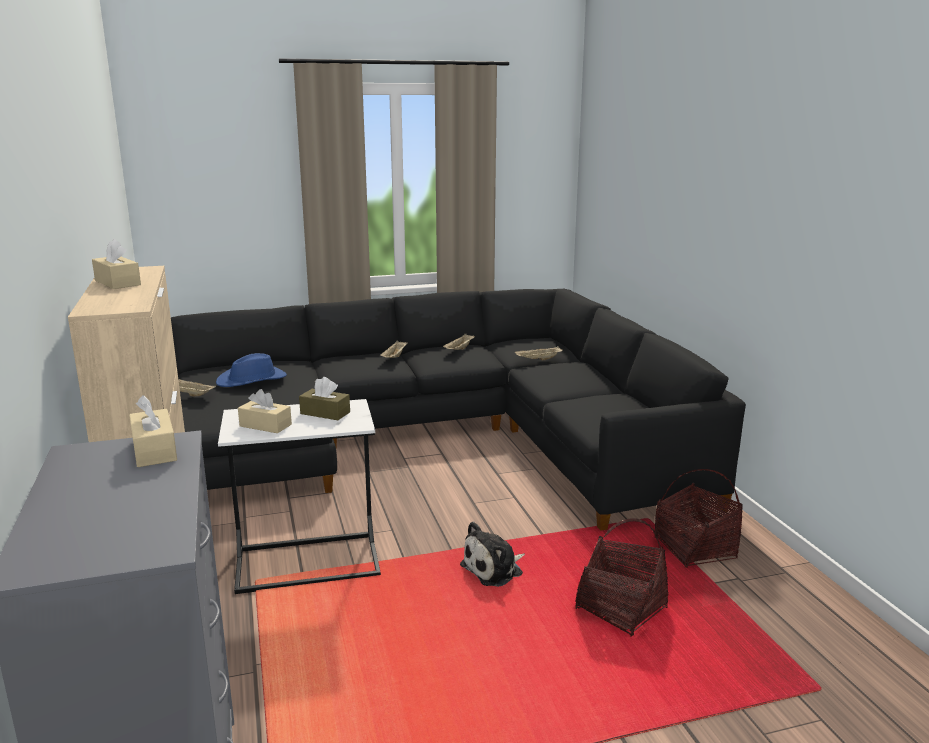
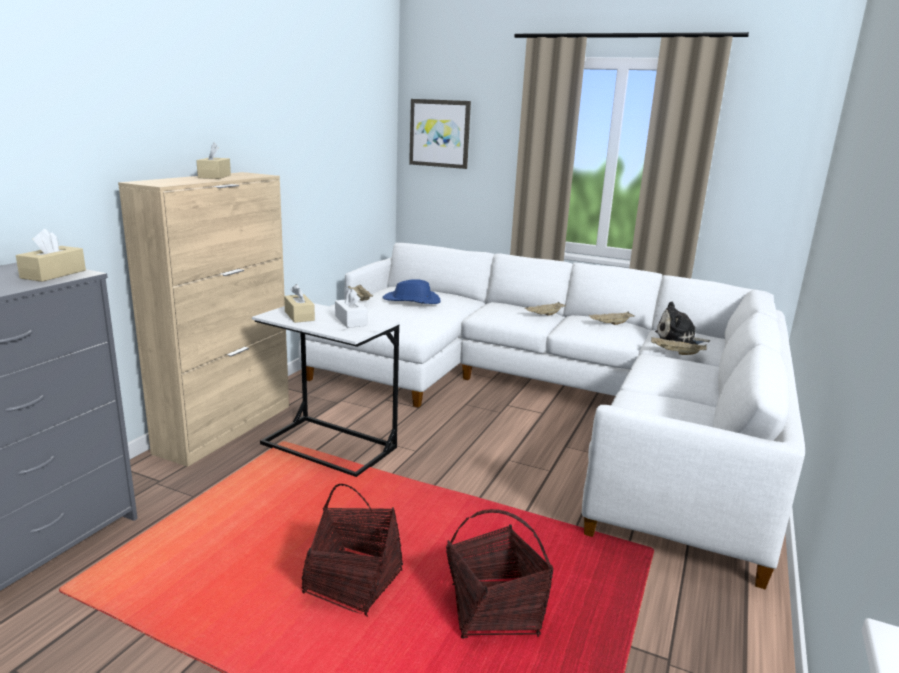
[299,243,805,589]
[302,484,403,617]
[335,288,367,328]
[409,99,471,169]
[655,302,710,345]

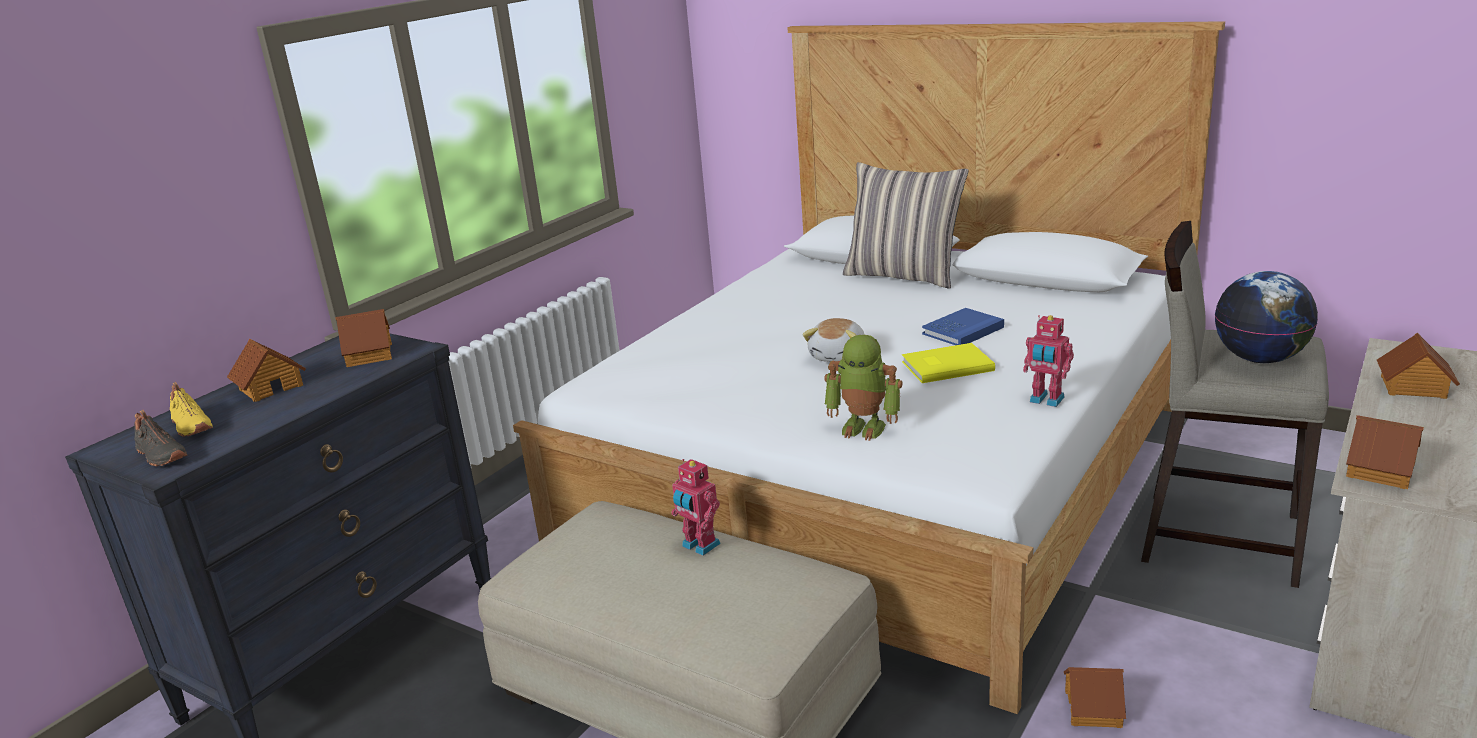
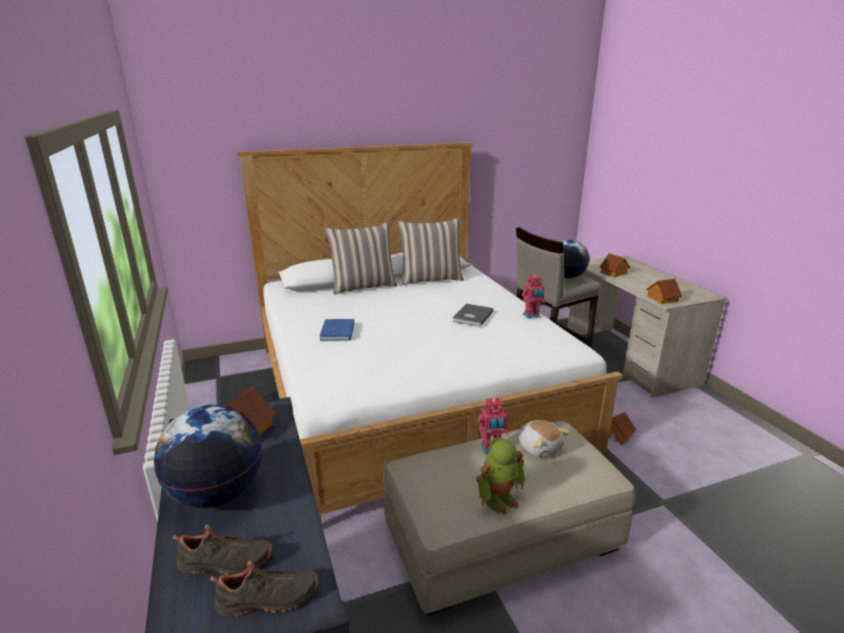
[154,405,262,508]
[172,525,272,575]
[320,319,354,341]
[397,218,464,285]
[452,304,494,327]
[476,437,526,515]
[518,420,570,458]

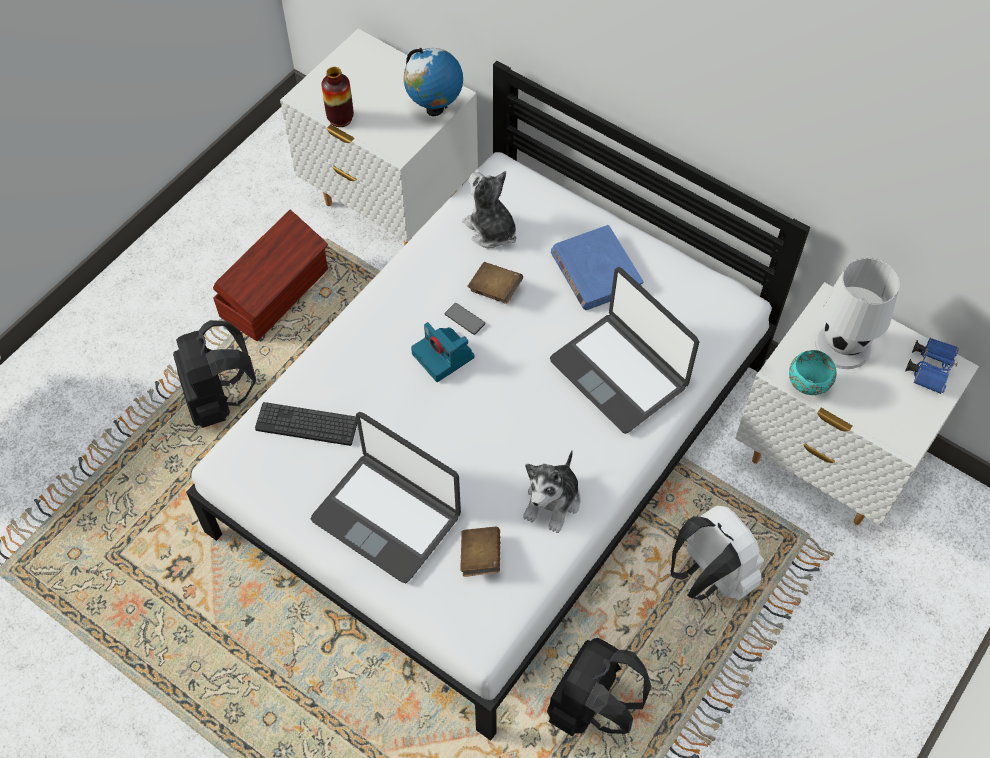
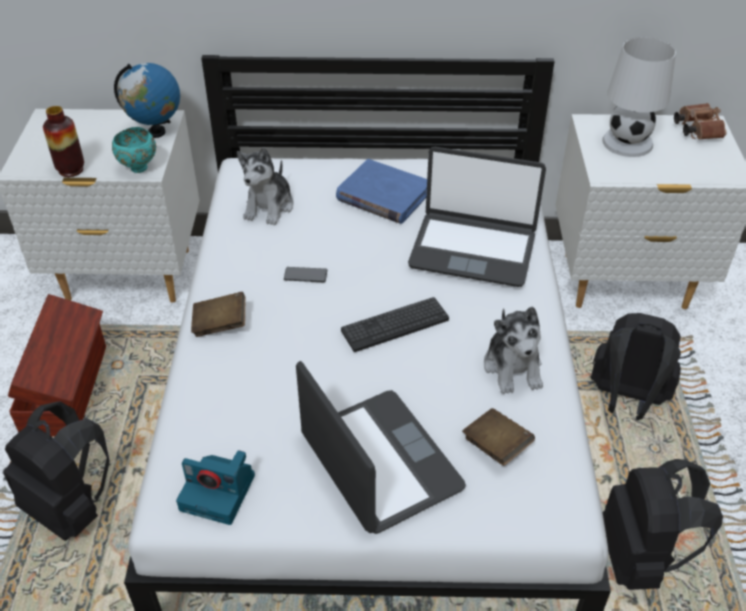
[112,127,156,173]
[176,450,255,525]
[191,292,245,337]
[237,147,294,225]
[296,361,466,534]
[341,297,449,352]
[591,313,681,420]
[674,103,726,140]

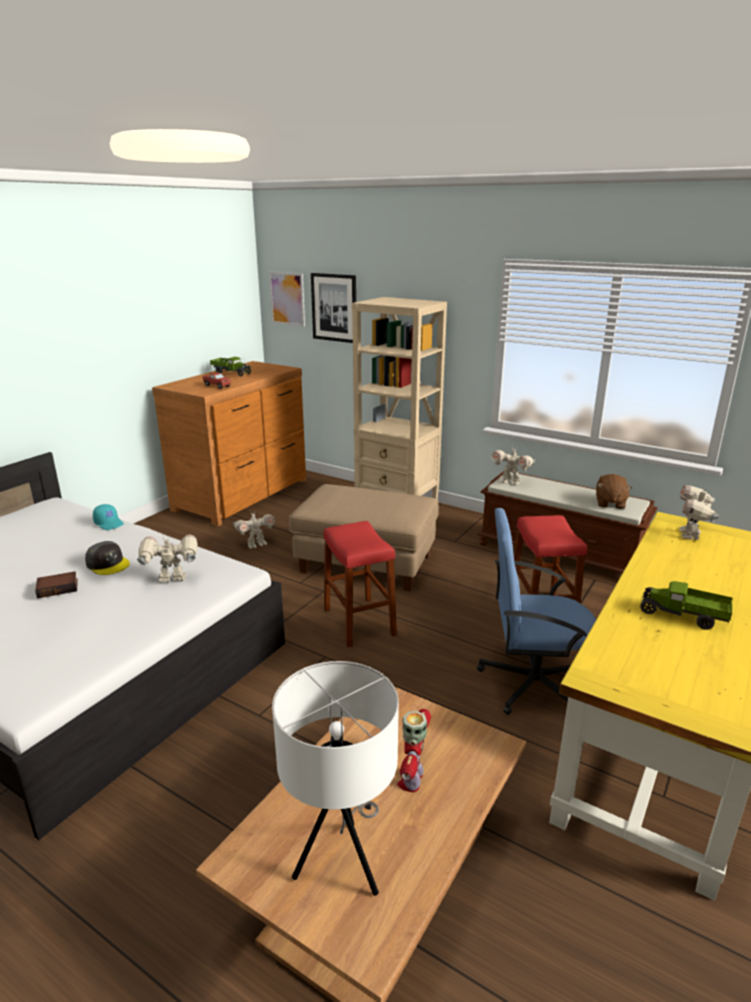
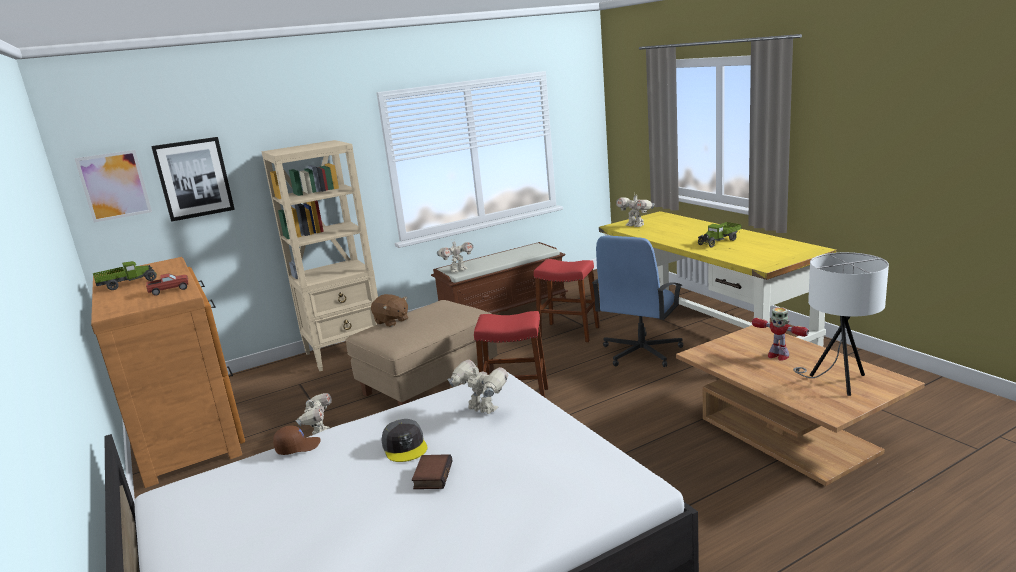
[273,426,321,455]
[371,294,408,327]
[381,419,428,462]
[447,360,508,414]

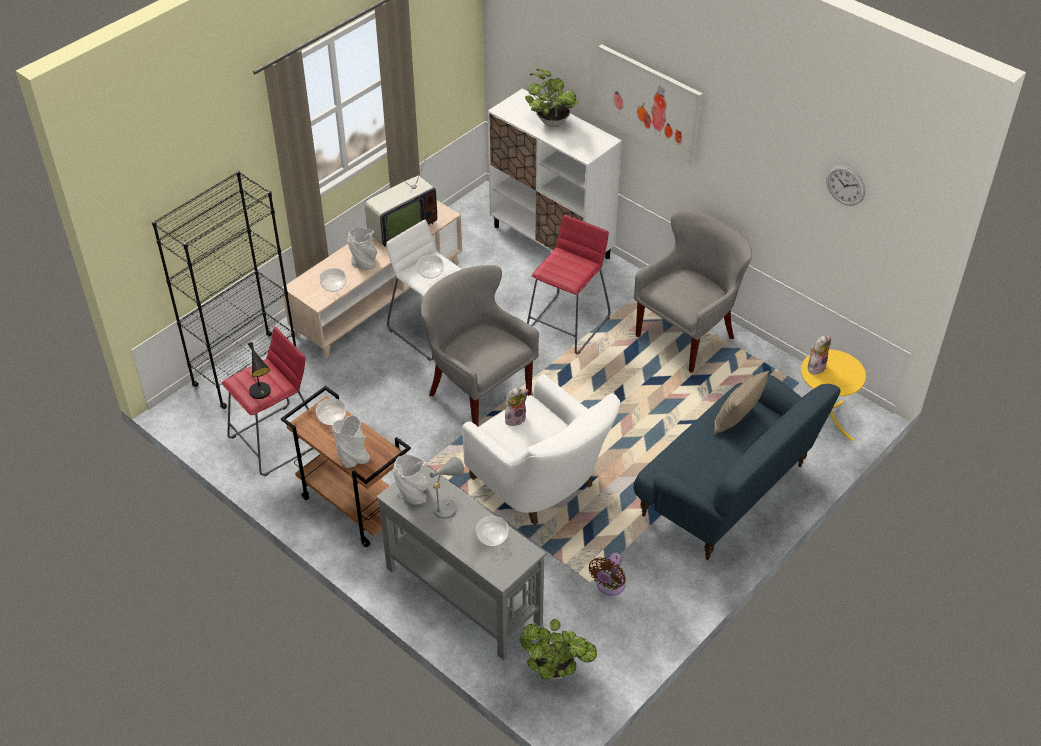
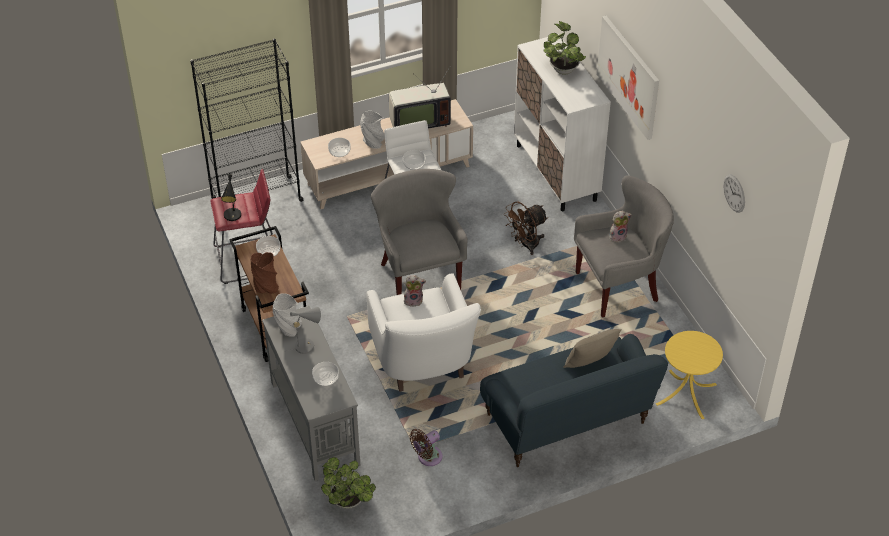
[251,252,279,294]
[504,201,548,255]
[609,211,632,242]

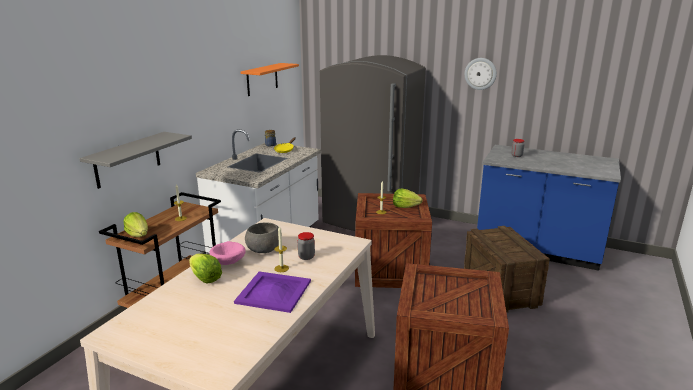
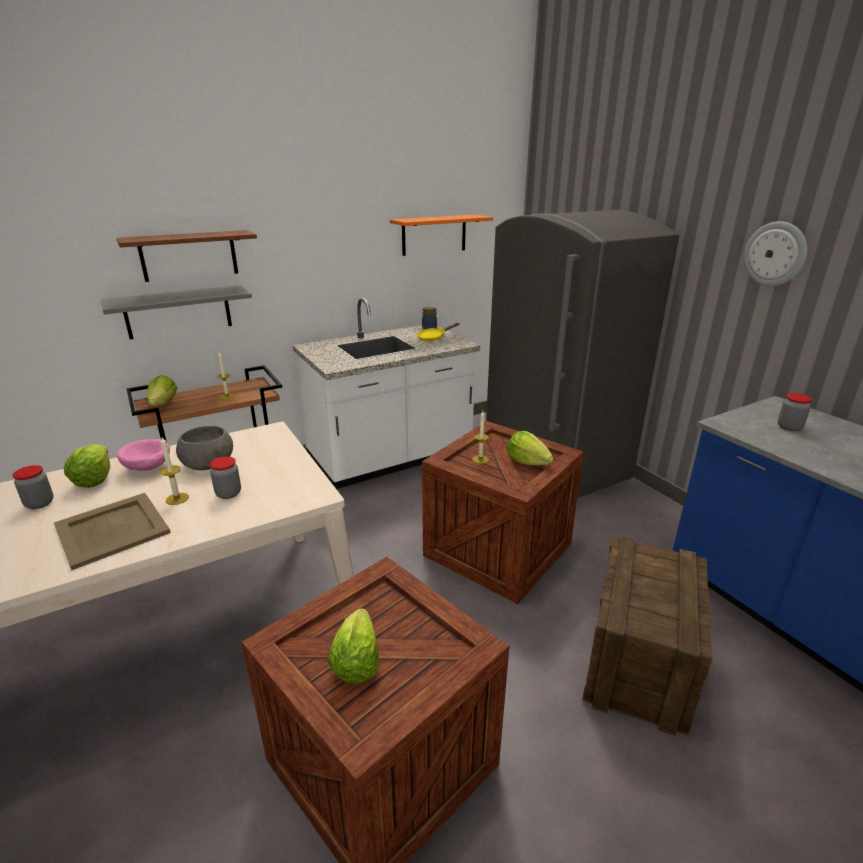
[12,465,53,509]
[54,493,171,570]
[116,230,257,282]
[328,608,379,684]

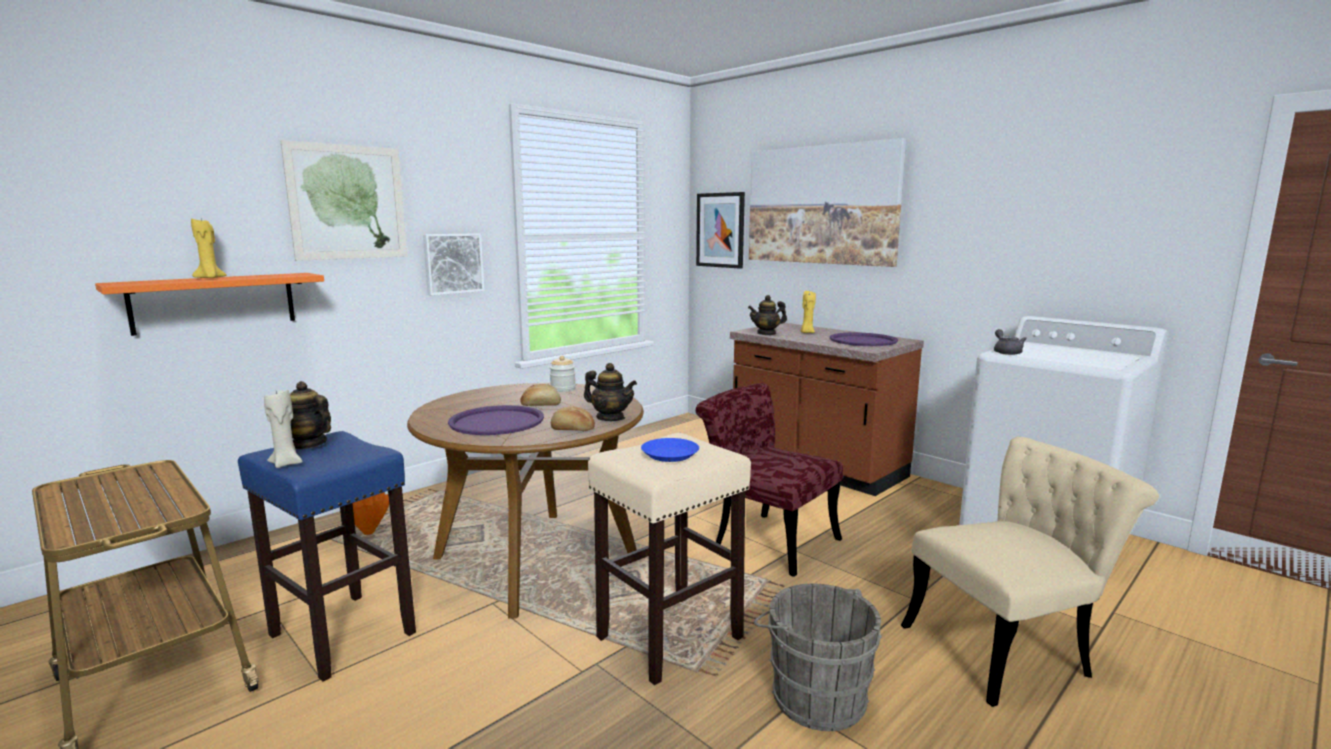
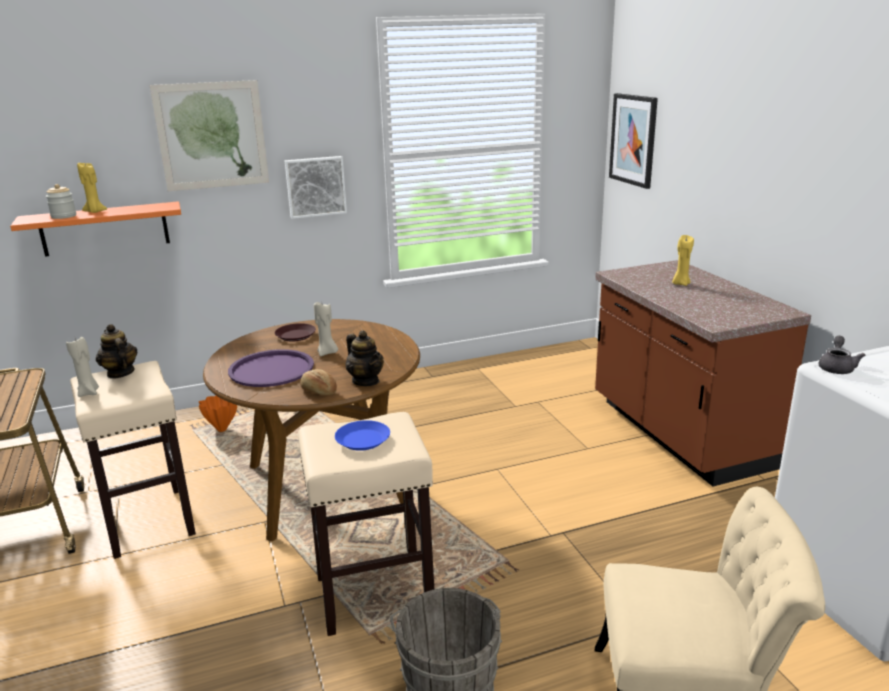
[46,184,76,219]
[70,361,196,559]
[275,323,316,341]
[314,302,338,356]
[696,383,843,577] (first image)
[748,295,787,335] (first image)
[749,138,906,267] (first image)
[830,332,898,346] (first image)

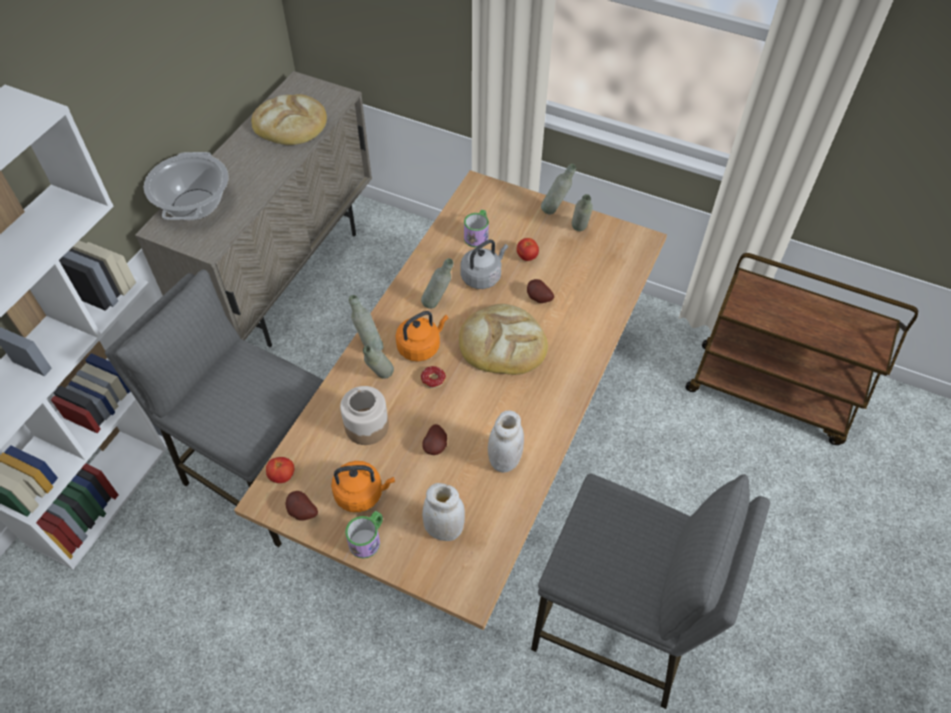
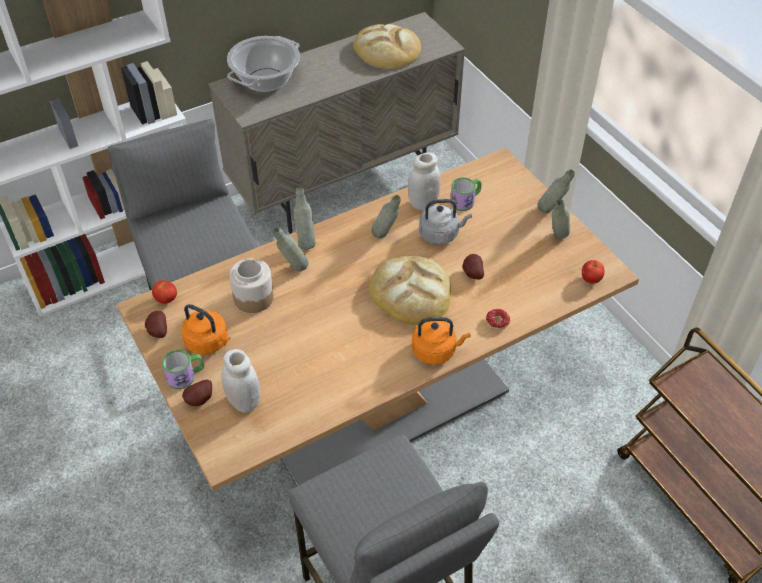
[182,380,212,406]
[408,152,441,210]
[412,317,471,365]
[486,309,510,330]
[582,260,604,284]

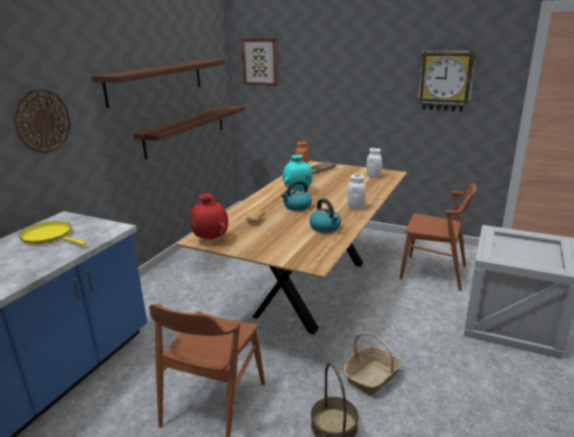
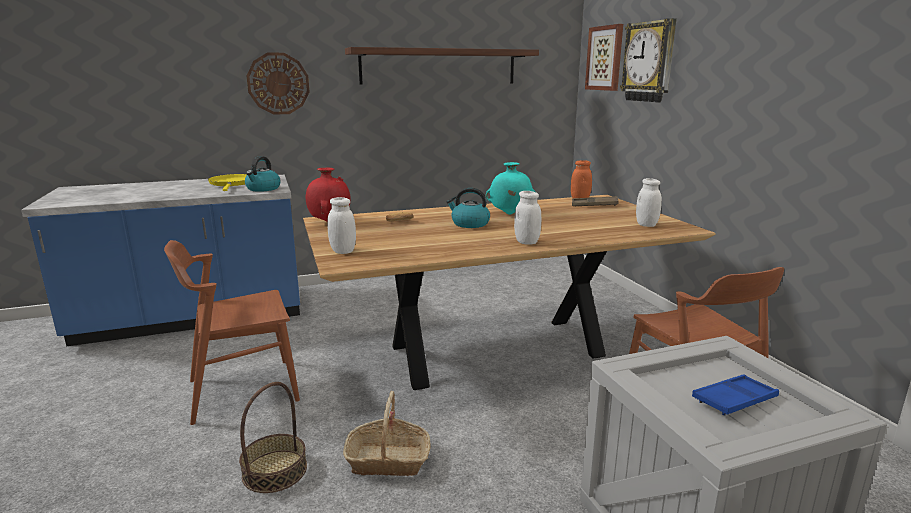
[245,156,281,192]
[327,197,356,254]
[620,18,676,102]
[692,374,779,415]
[134,105,245,160] (first image)

